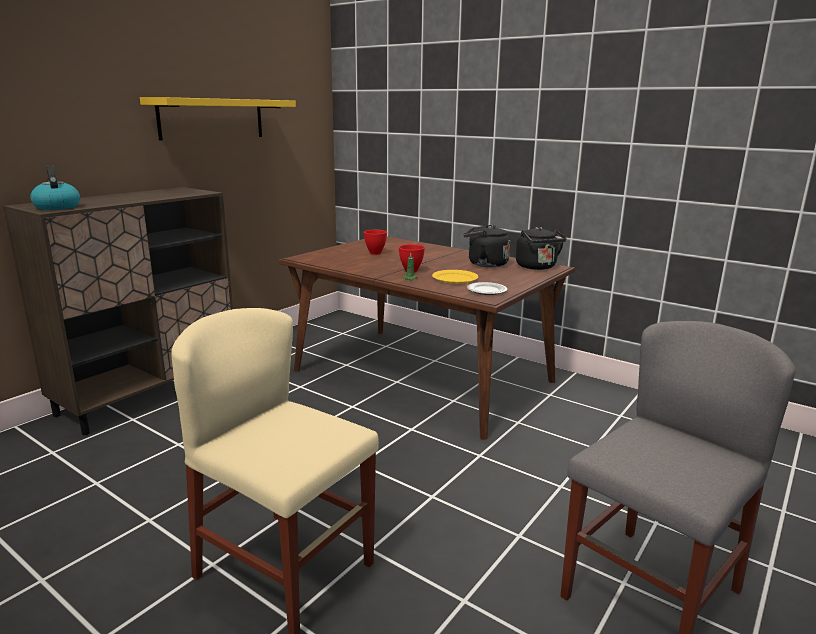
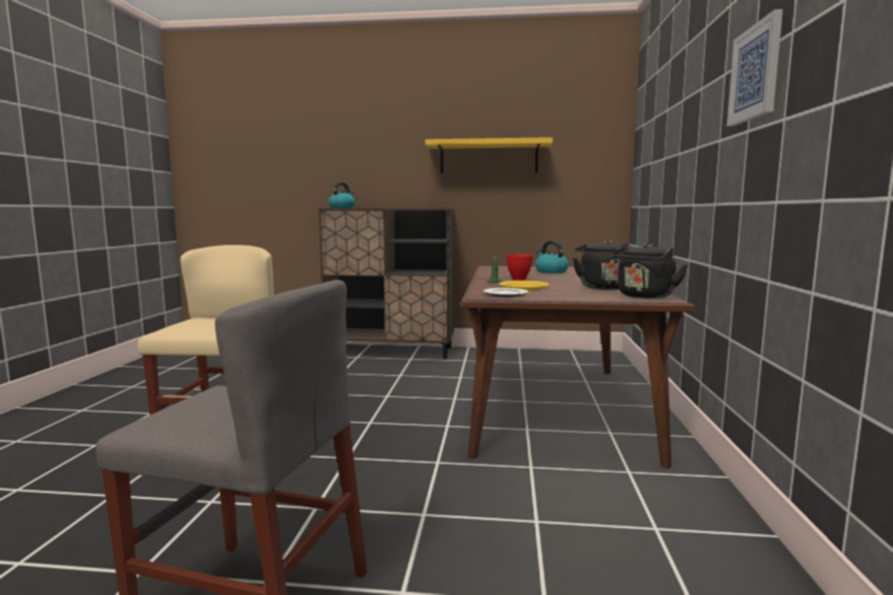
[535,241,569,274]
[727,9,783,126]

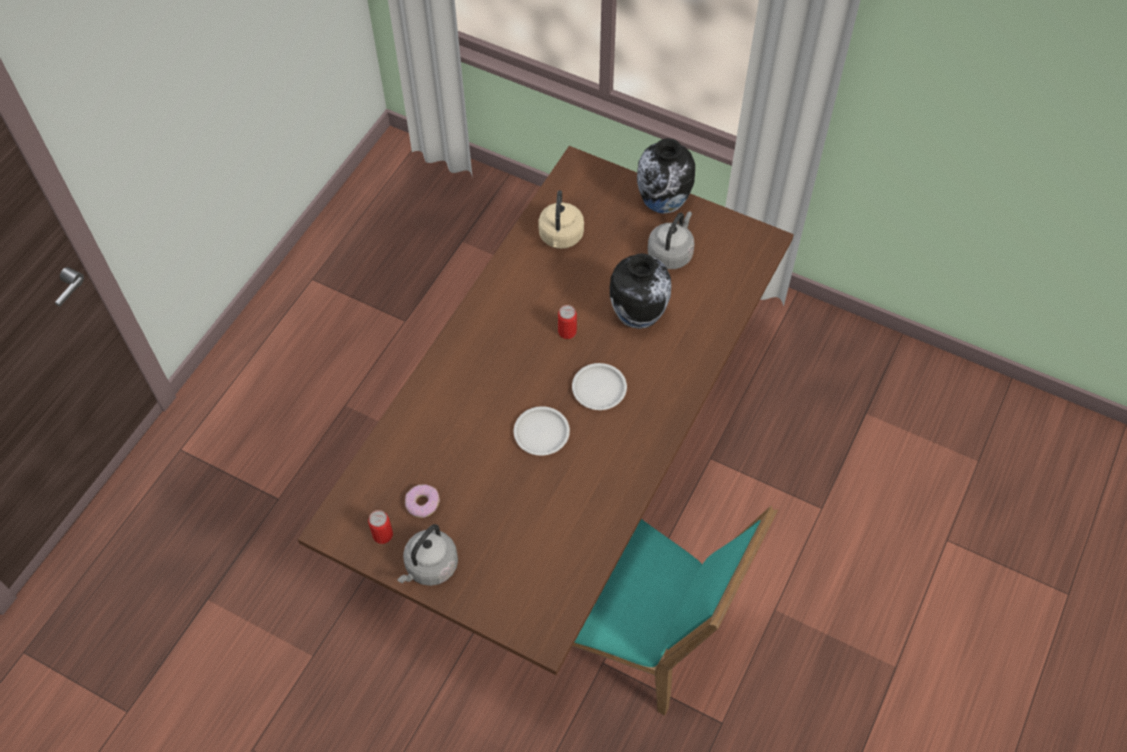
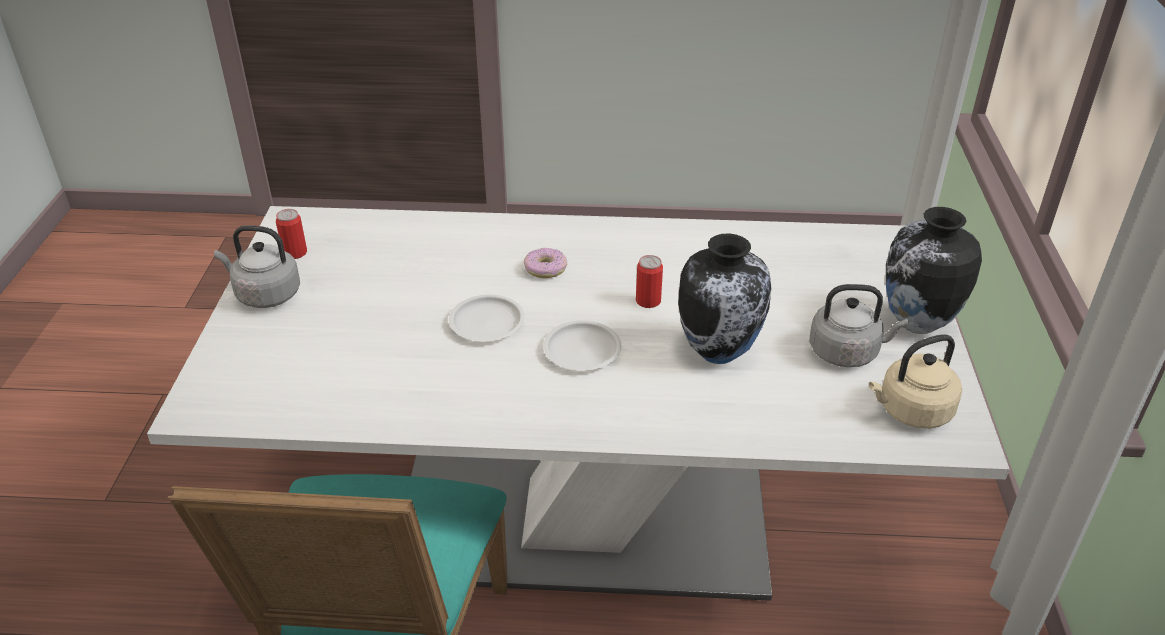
[147,206,1009,601]
[524,248,567,278]
[869,334,962,429]

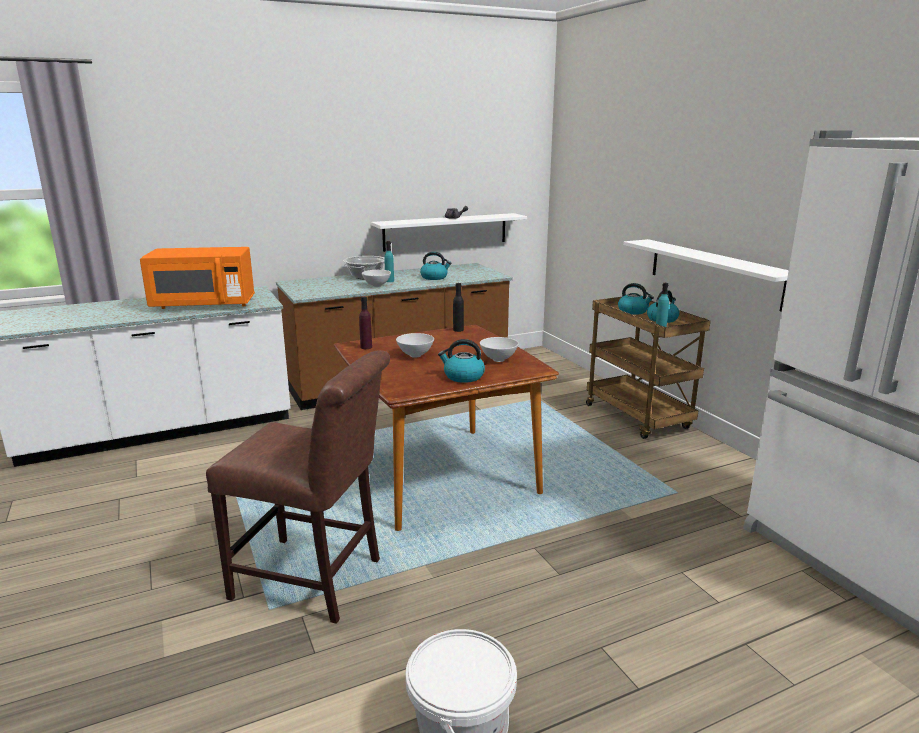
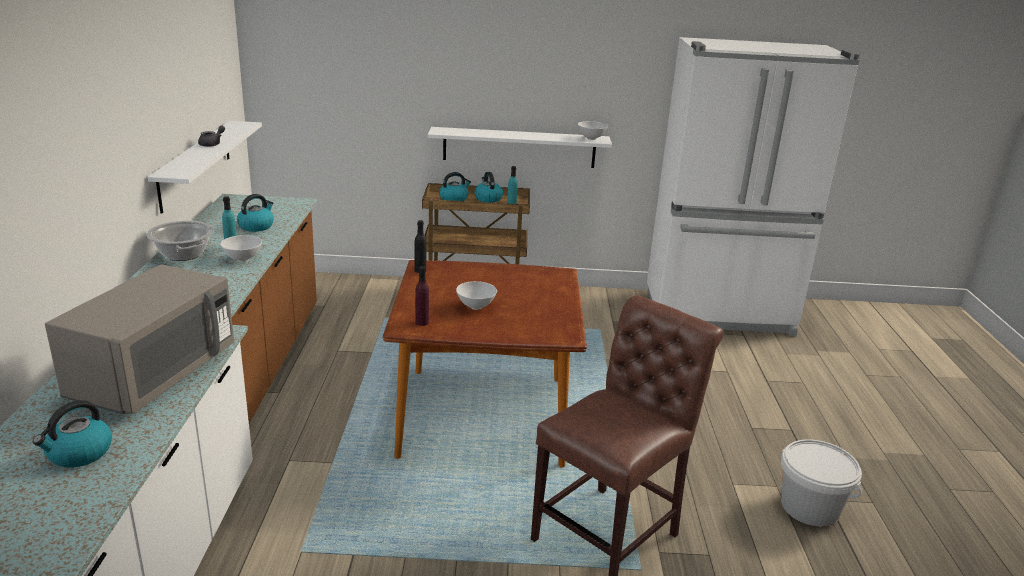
[33,400,112,467]
[45,264,234,414]
[578,121,608,140]

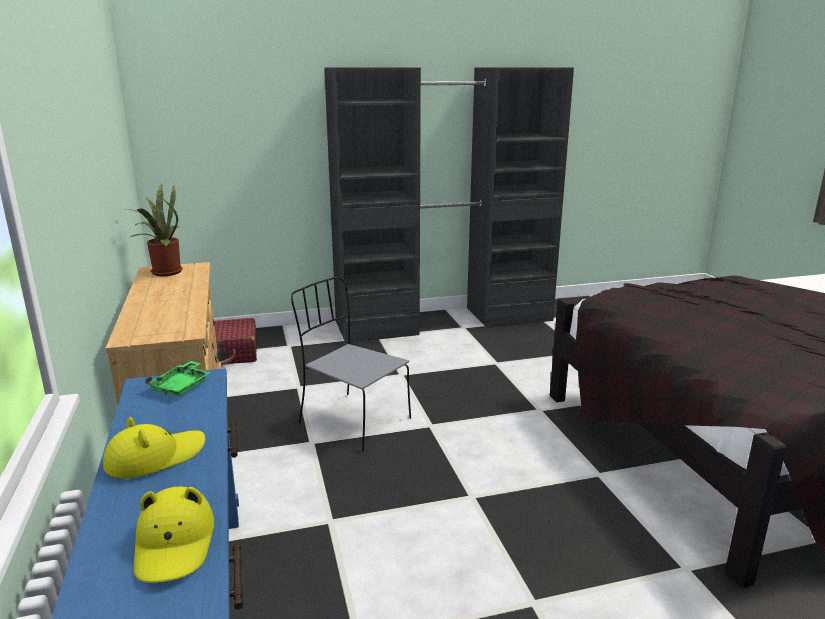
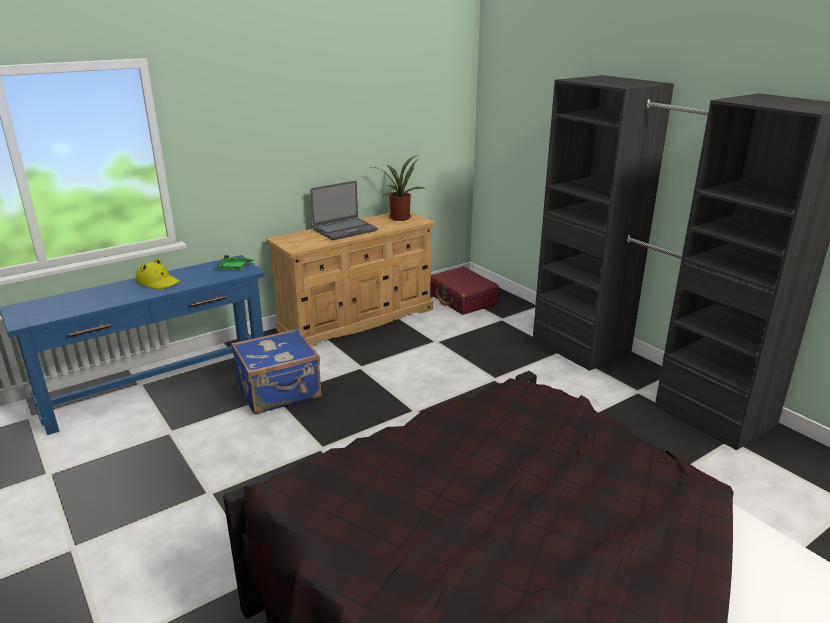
[231,328,322,415]
[310,181,378,240]
[134,487,214,583] (first image)
[291,277,411,452] (first image)

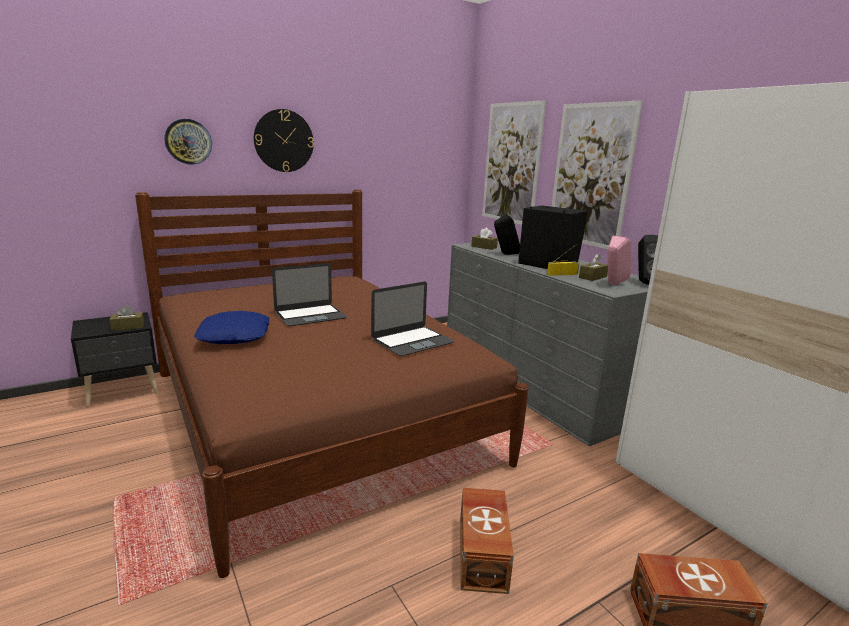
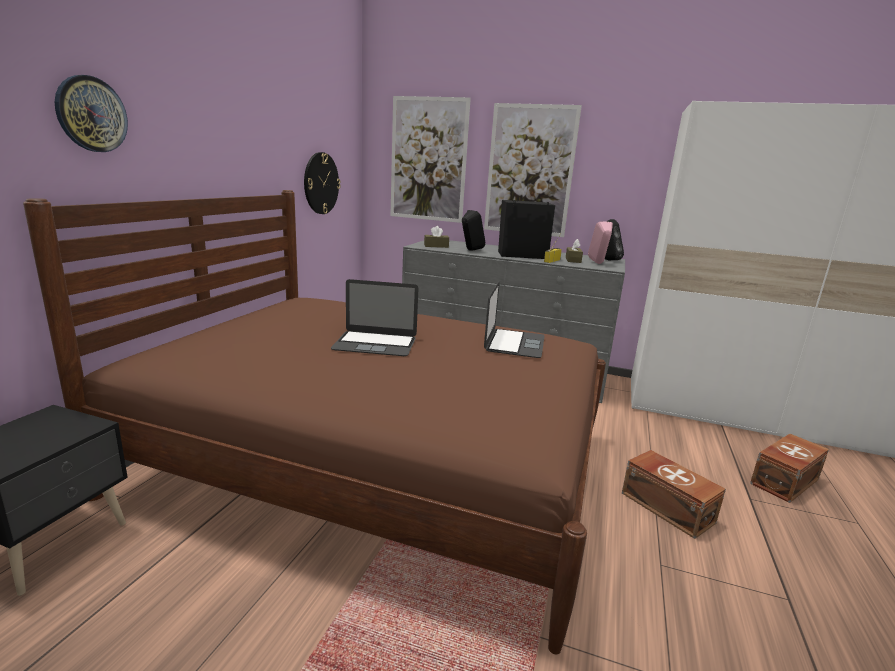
[304,152,341,214]
[331,279,418,356]
[109,305,144,331] (first image)
[194,311,269,344] (first image)

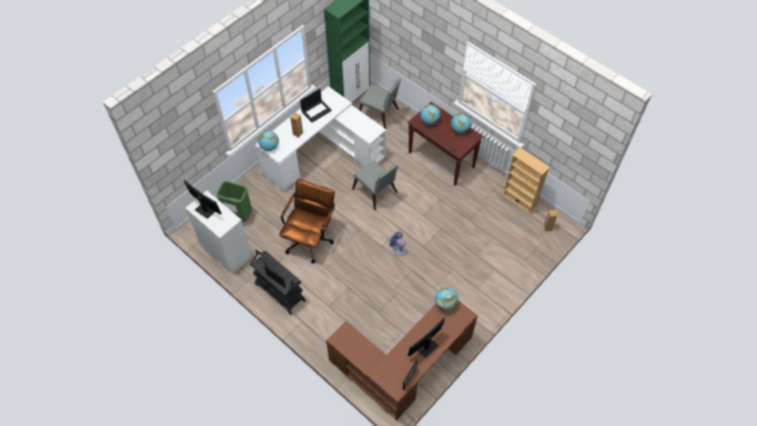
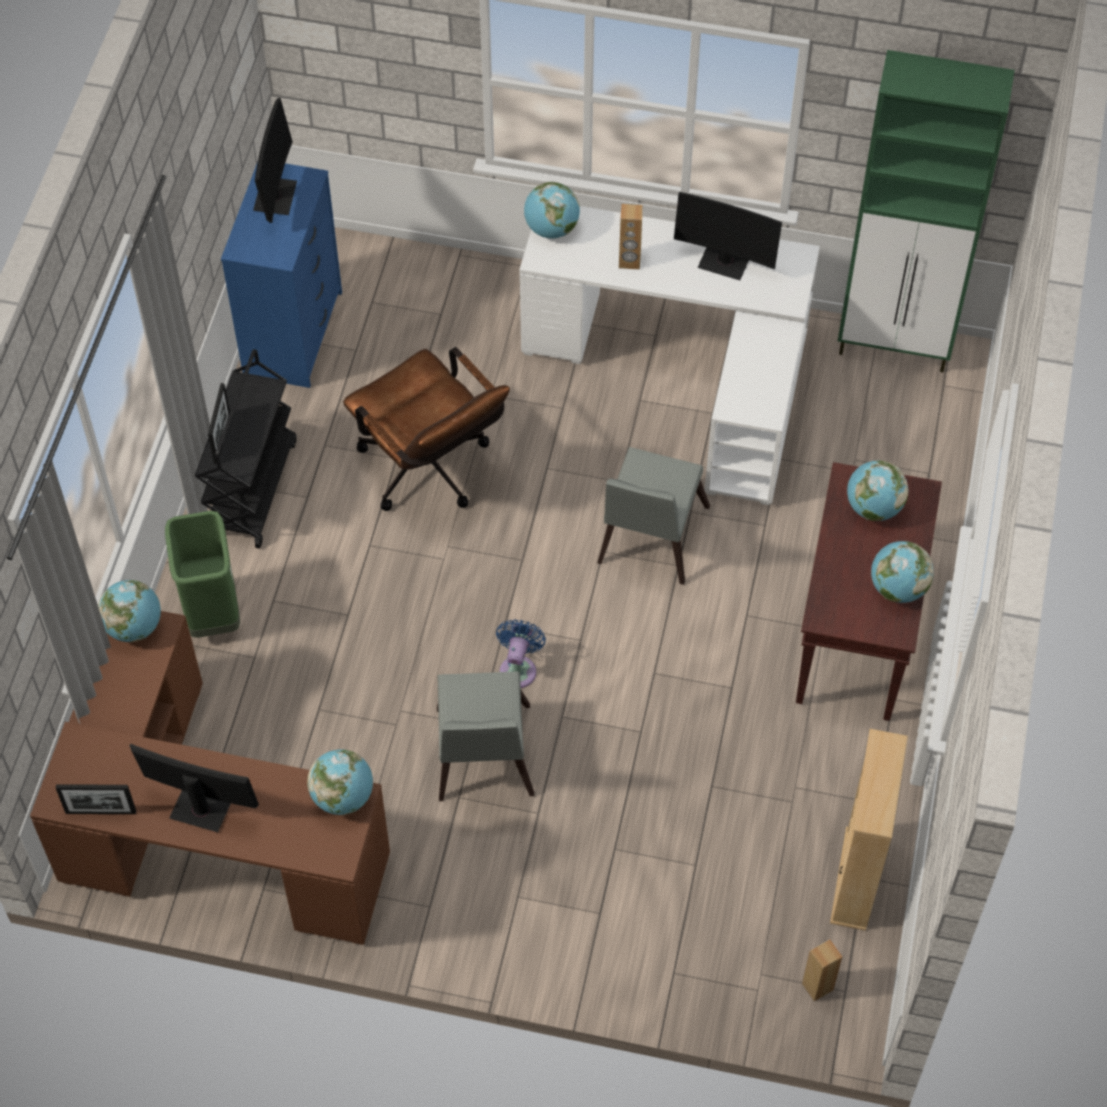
[98,580,161,642]
[165,511,240,638]
[221,162,342,388]
[343,347,510,511]
[437,671,534,801]
[674,192,782,280]

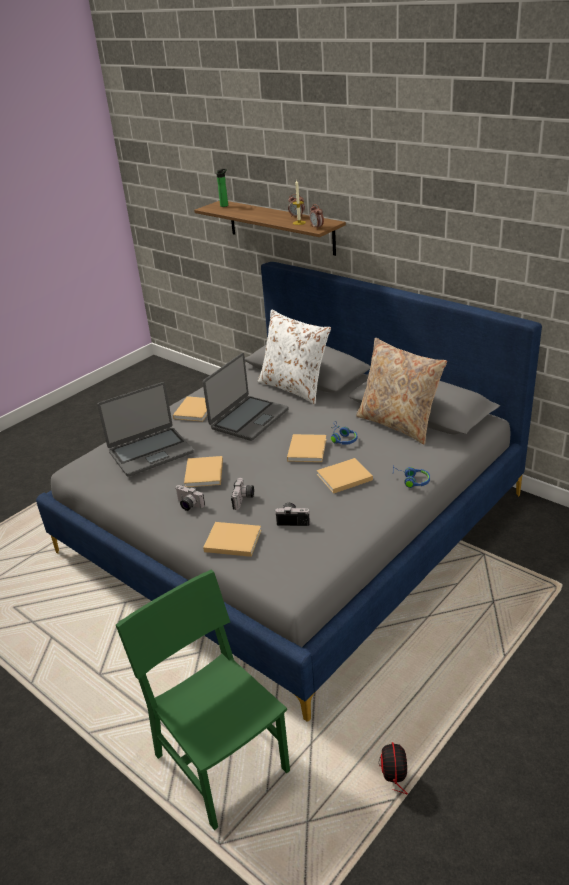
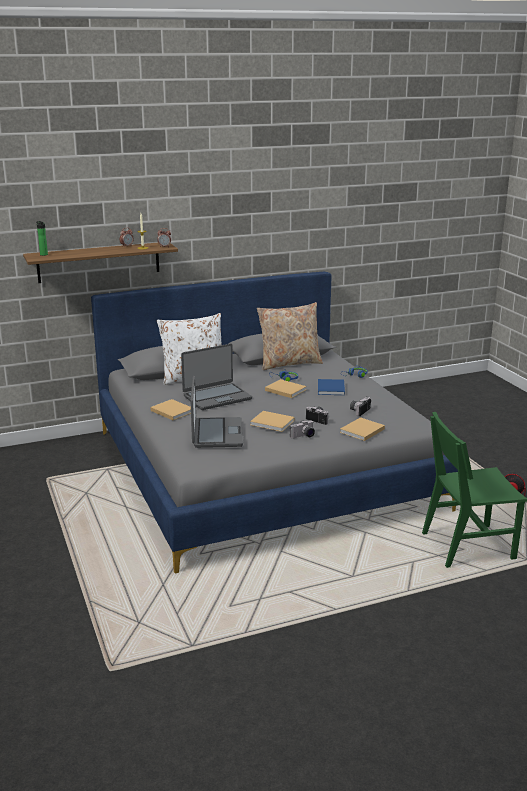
[181,344,252,410]
[318,379,345,395]

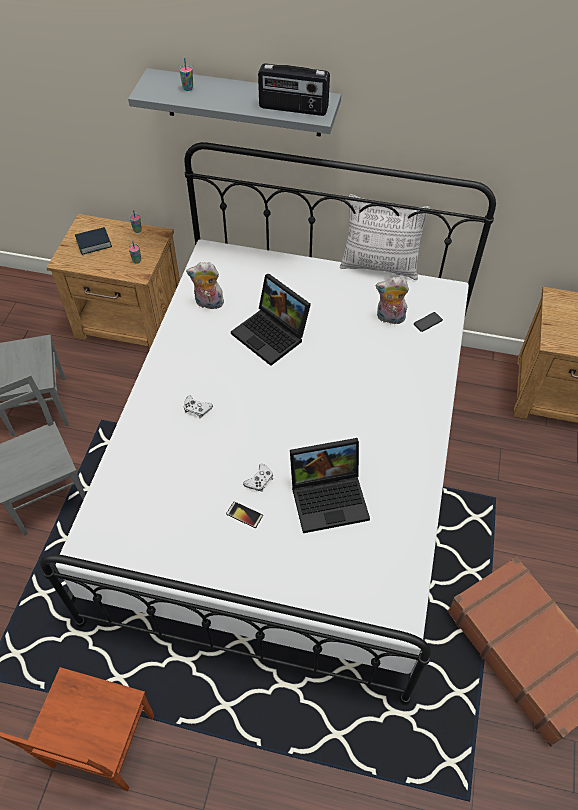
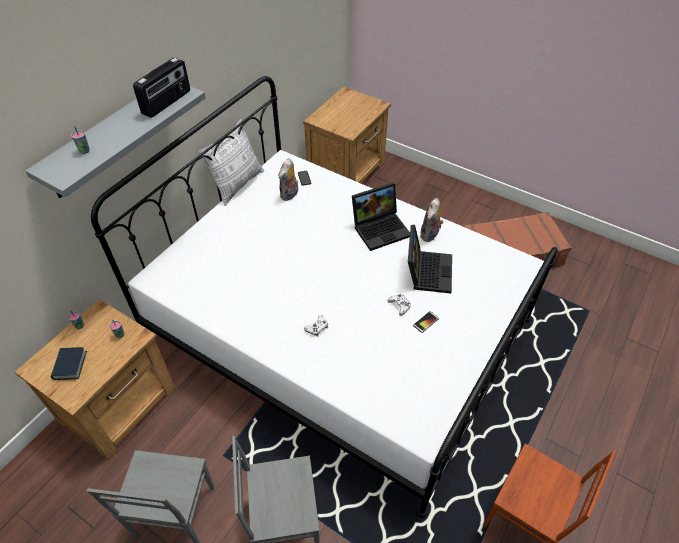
[352,183,410,251]
[420,198,444,242]

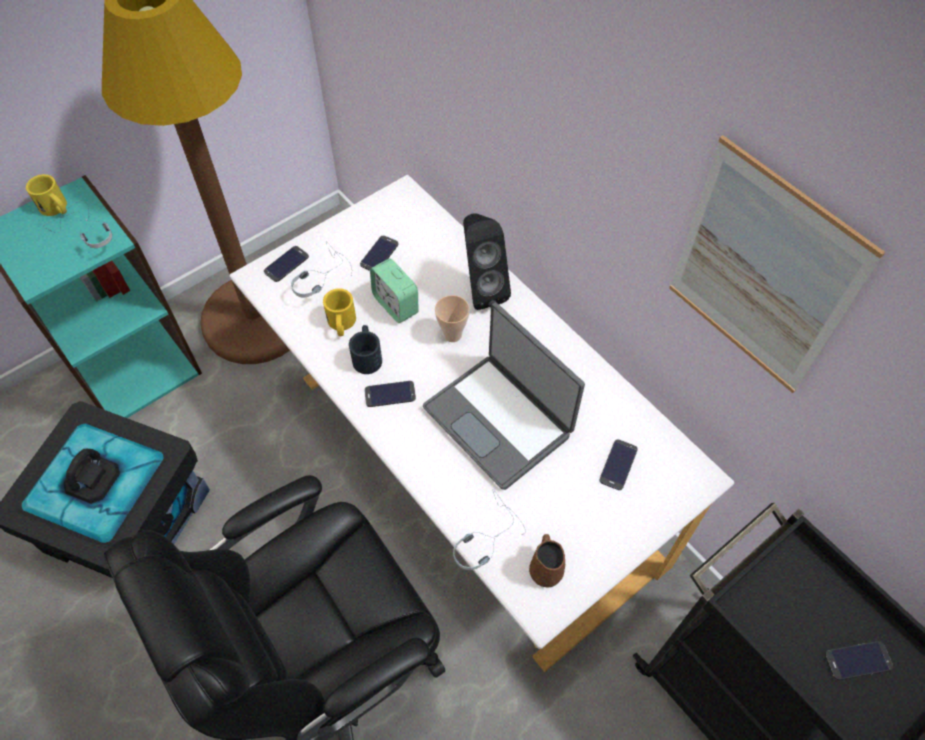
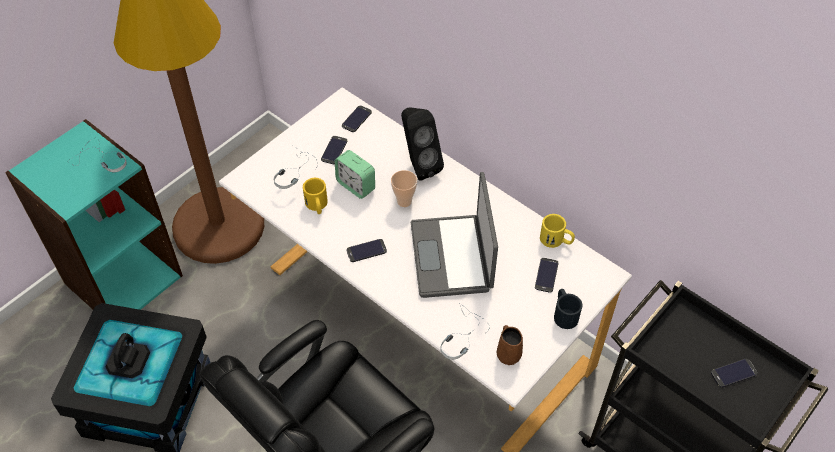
[342,105,372,132]
[411,172,498,298]
[540,214,575,248]
[554,289,582,329]
[669,135,885,393] (first image)

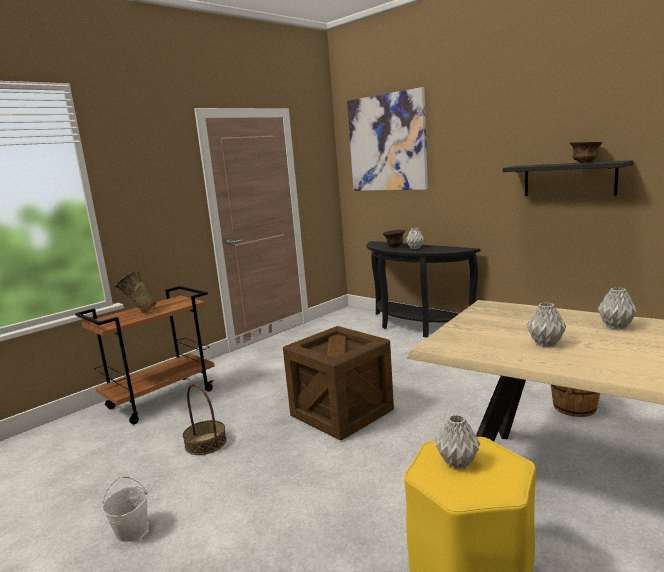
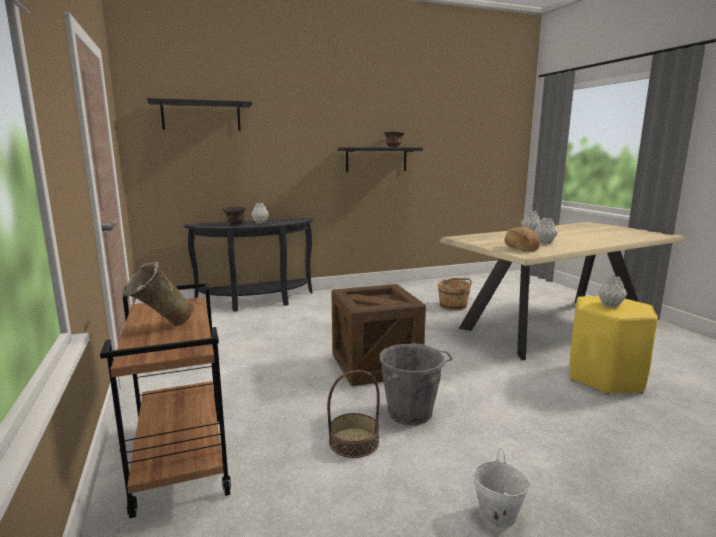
[147,98,252,131]
[379,343,453,425]
[504,227,540,251]

